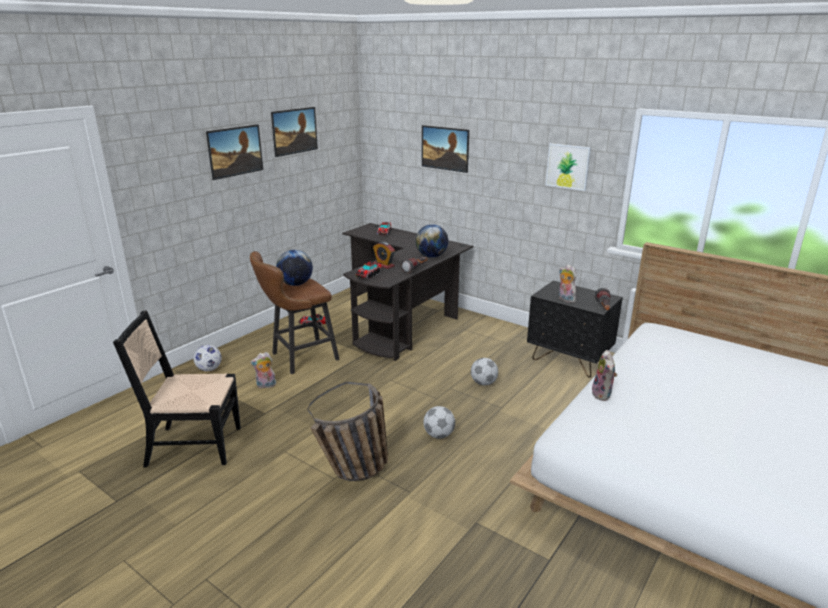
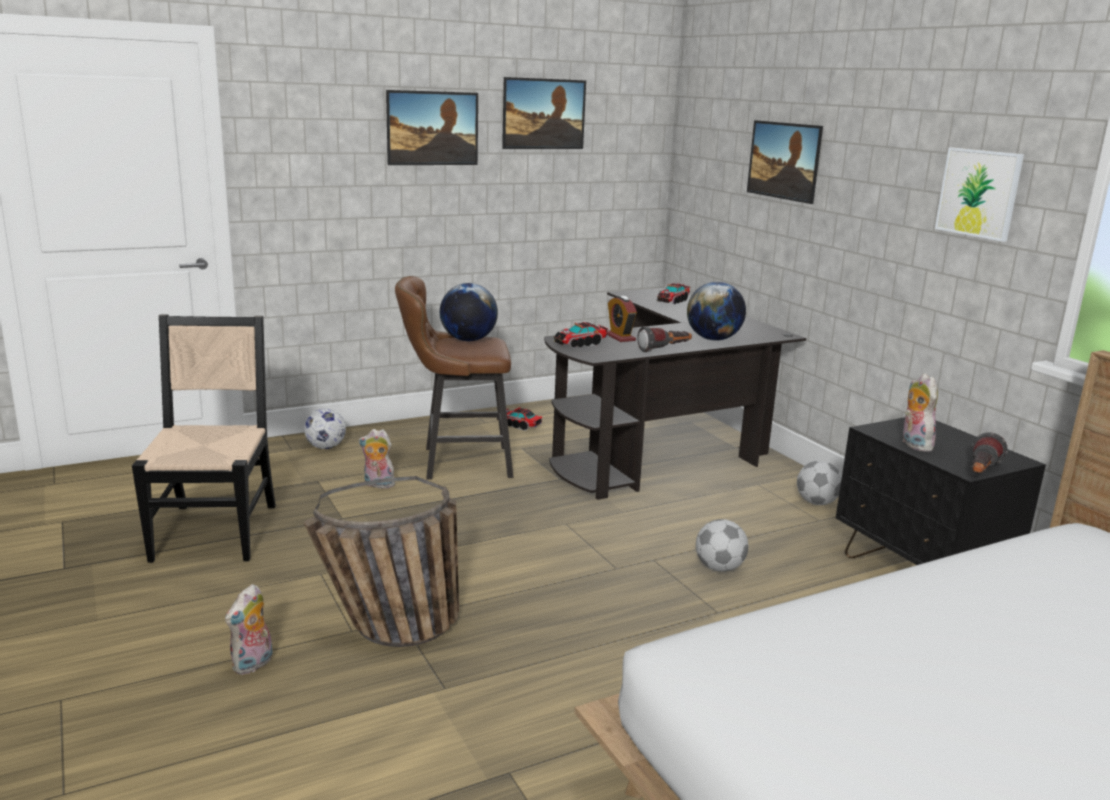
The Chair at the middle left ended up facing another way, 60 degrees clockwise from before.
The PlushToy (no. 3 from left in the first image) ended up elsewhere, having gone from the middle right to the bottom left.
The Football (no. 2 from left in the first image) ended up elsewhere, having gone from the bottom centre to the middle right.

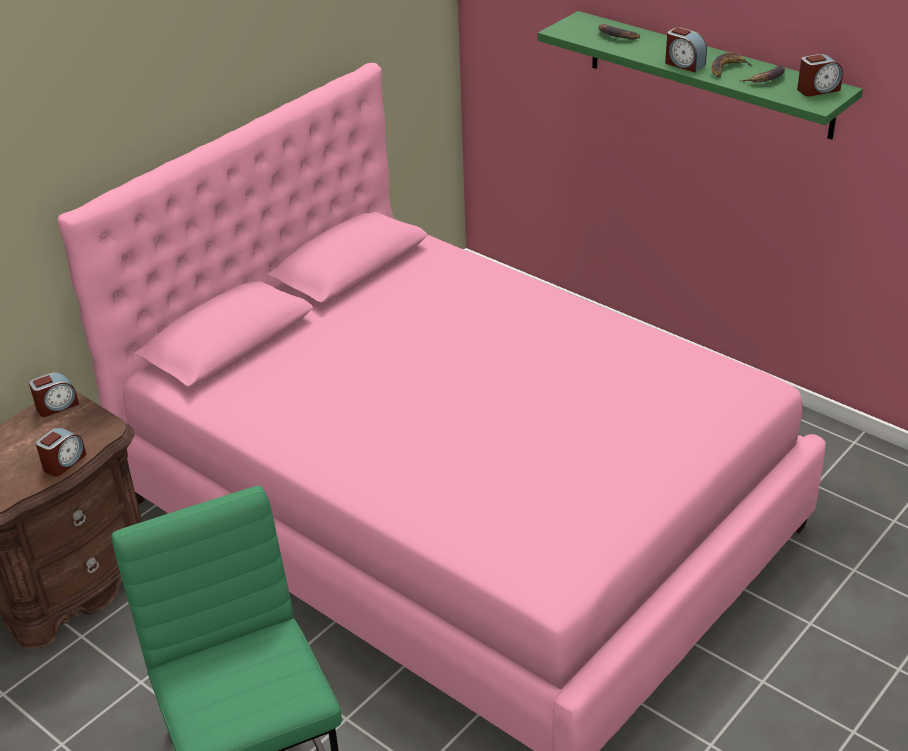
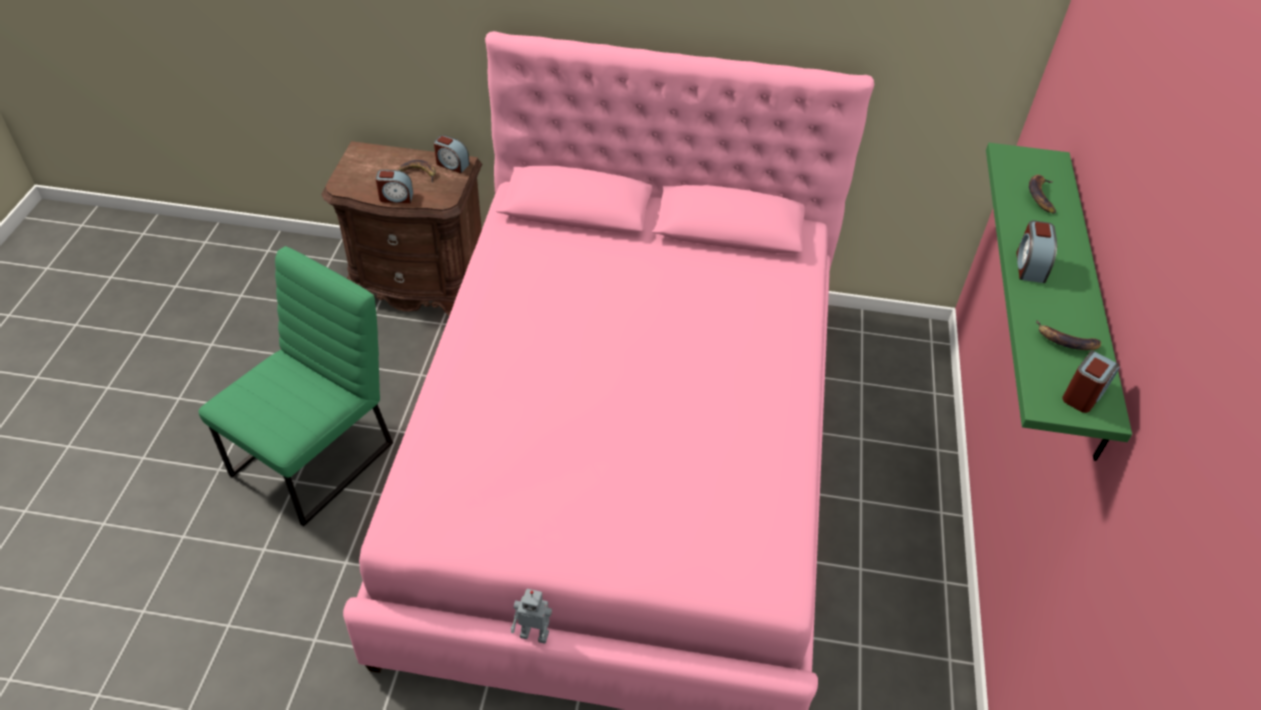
The Banana (no. 2 from left in the first image) ended up elsewhere, having gone from the top right to the top left.
The AlarmClock (no. 4 from left) at the top right ended up facing another way, 90 degrees counterclockwise from before.
The second view gained the ToyRobot at the bottom centre.

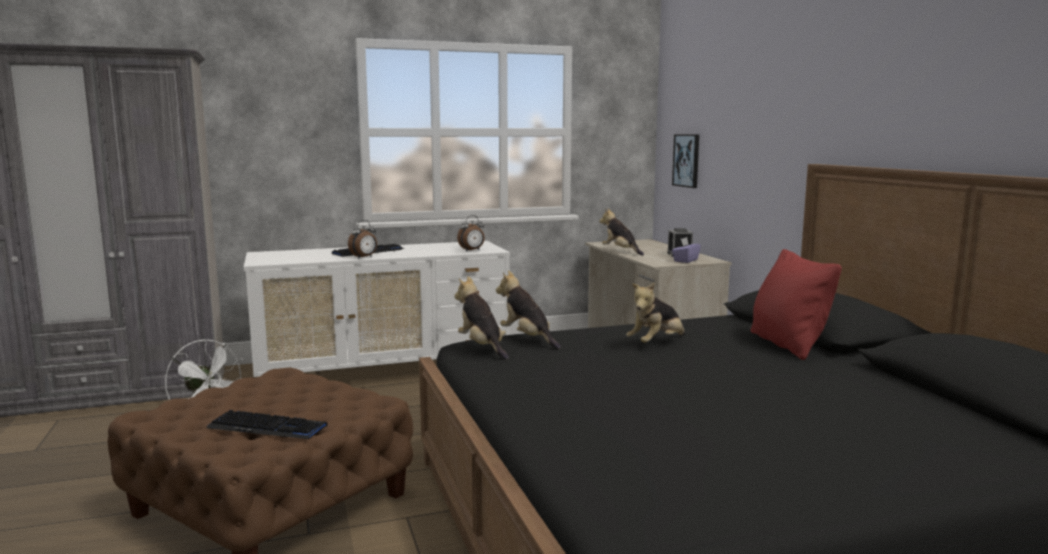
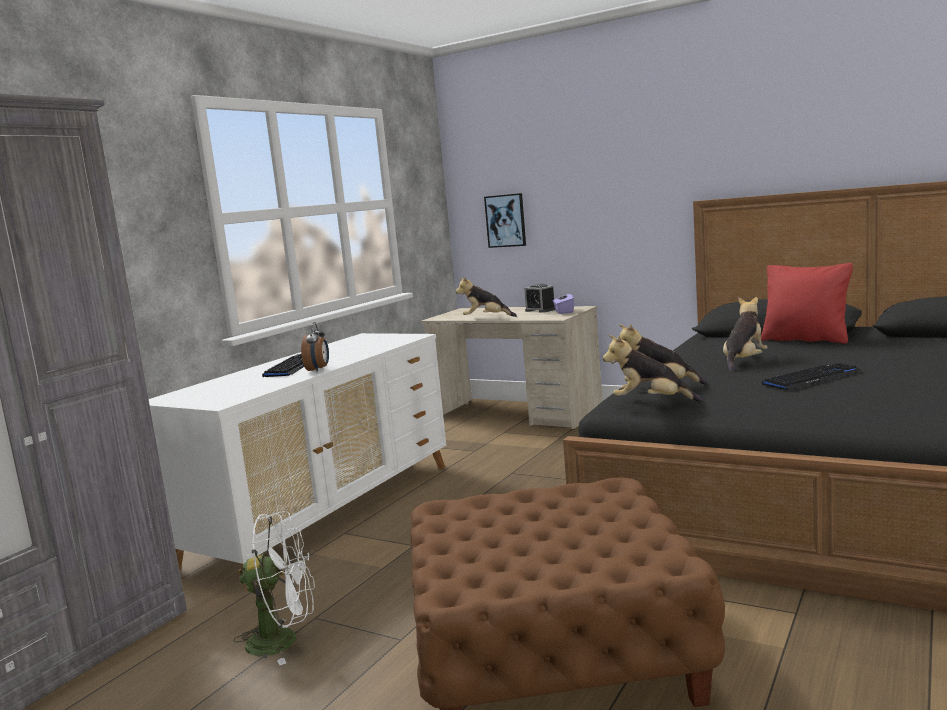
The second view lost the AlarmClock (no. 2 from left) at the centre.
The PlushToy (no. 4 from left) at the centre ended up facing another way, 150 degrees counterclockwise from before.
The Keyboard (no. 1 from left in the first image) ended up elsewhere, having gone from the bottom left to the middle right.

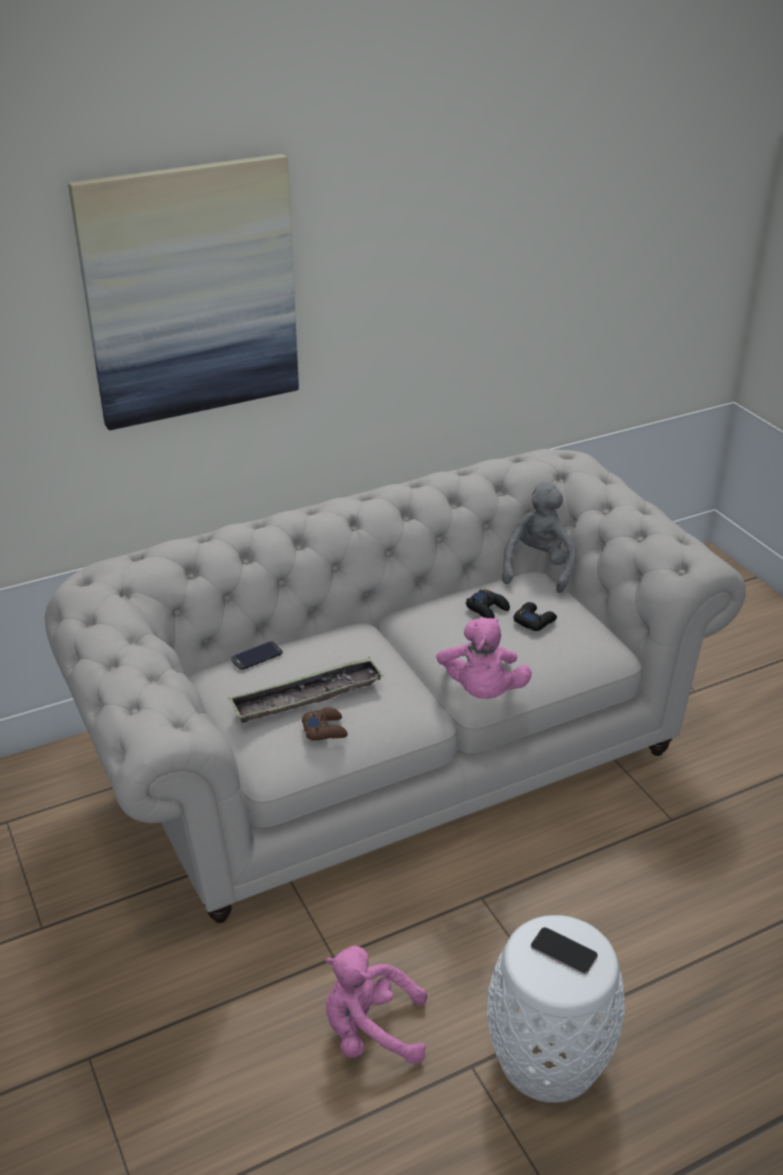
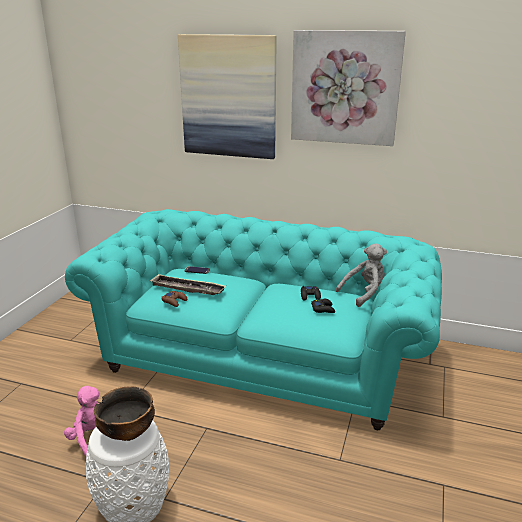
What was the WhiteSofa at the centre turned into the TurquoiseSofa at the centre.
The second view lost the PinkPlushToy (no. 2 from left) at the centre.
Where the Phone (no. 2 from left) stood at the bottom right, the Bowl came to stand at the bottom left.
The second view gained the Picture (no. 2 from left) at the top right.

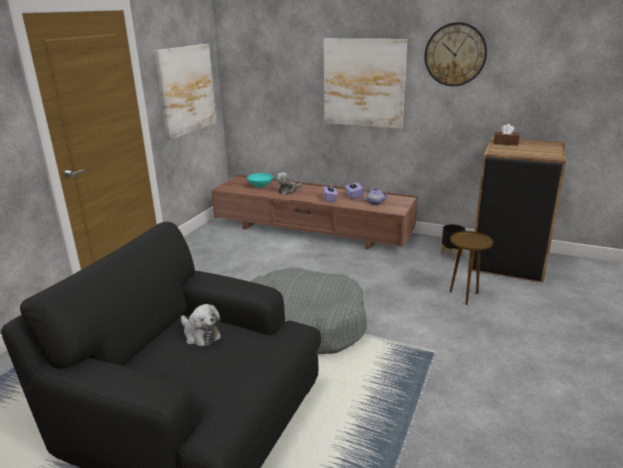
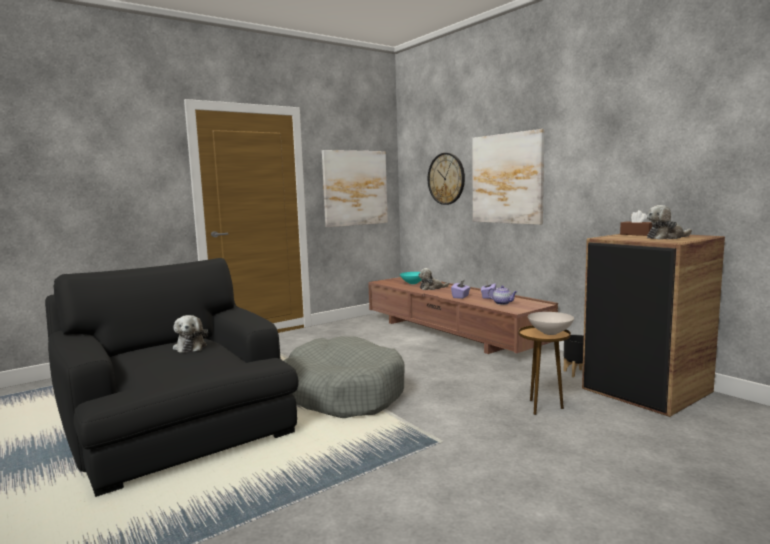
The WallClock ended up elsewhere, having gone from the top right to the top centre.
The second view gained the PlushToy (no. 3 from left) at the middle right.
The second view gained the WhiteBowl at the middle right.

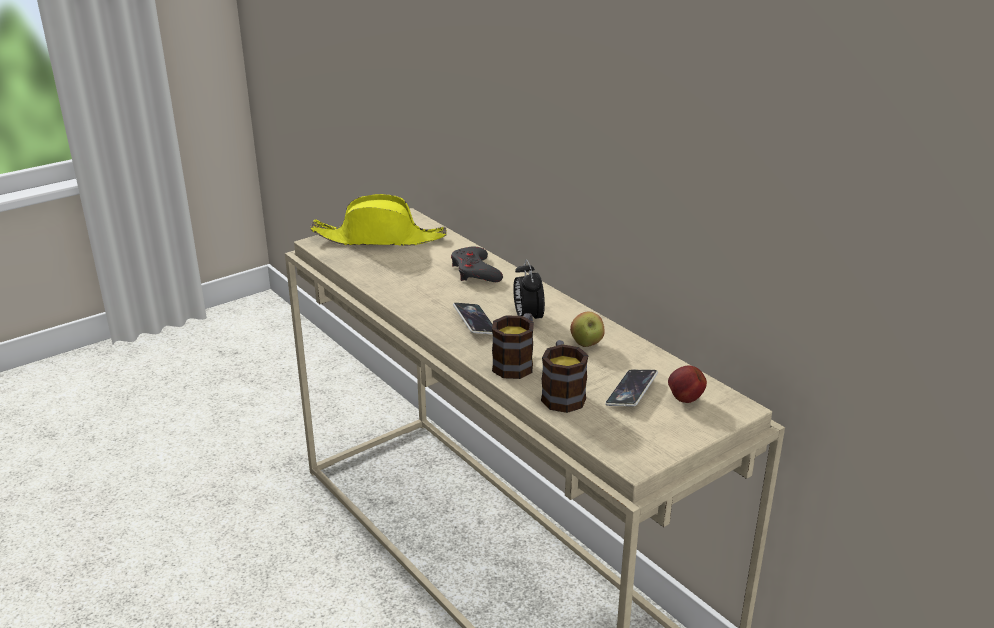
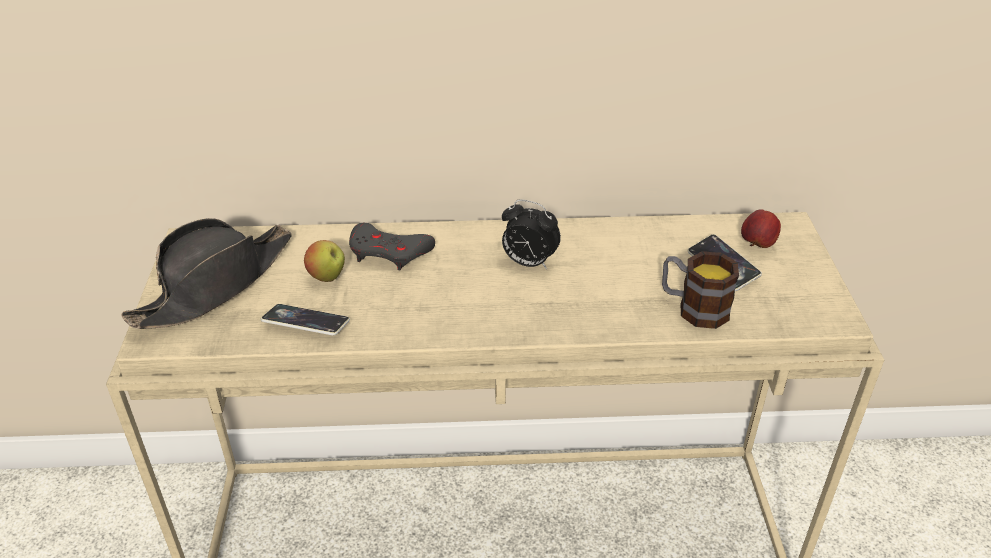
What was the YellowHat at the centre turned into the BlackHat at the middle left.
The Phone (no. 1 from left) ended up elsewhere, having gone from the centre to the middle left.
The Apple (no. 1 from left) ended up elsewhere, having gone from the centre to the middle left.
The second view lost the Mug (no. 1 from left) at the centre.

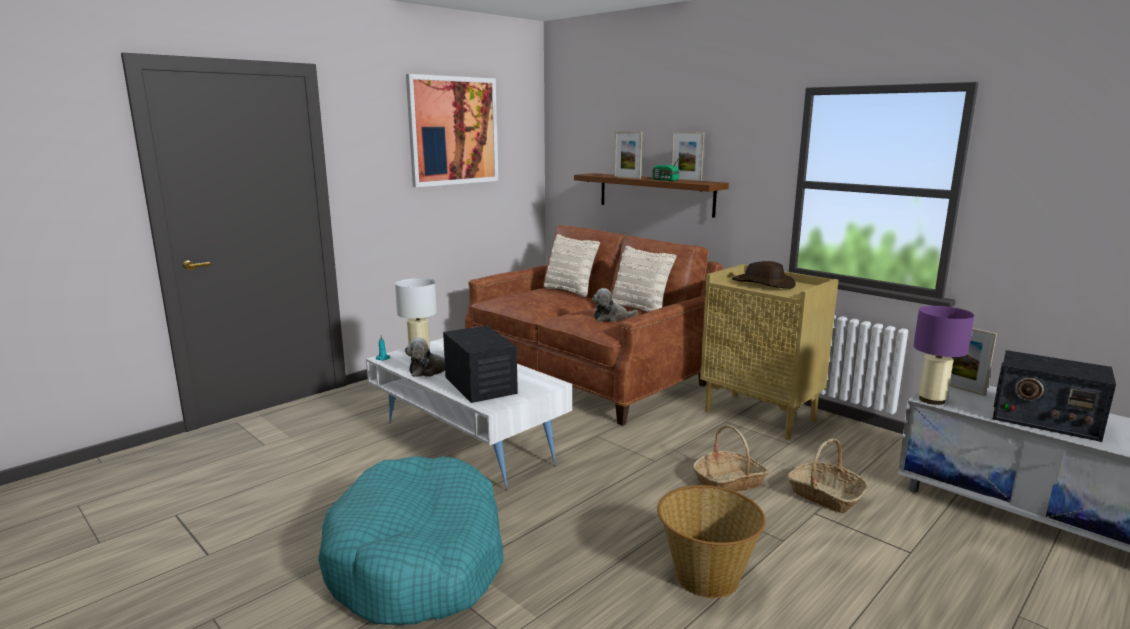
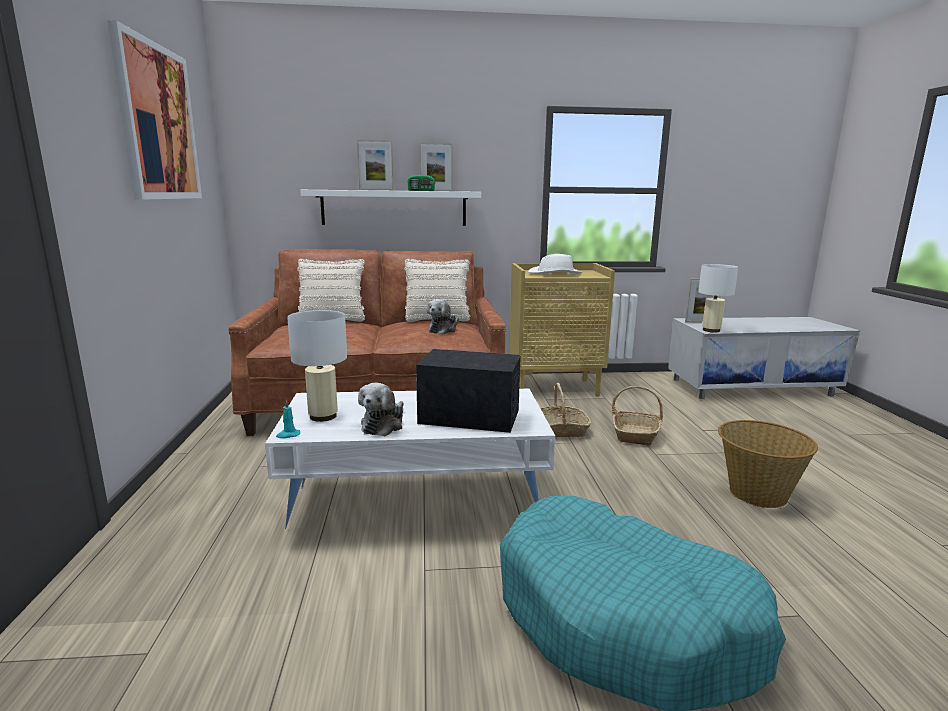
What was the BrownShelf at the top centre turned into the WhiteShelf at the top centre.
What was the BrownHat at the middle right turned into the WhiteHat at the centre.
What was the PurpleTableLamp at the middle right turned into the WhiteTableLamp (no. 2 from left) at the middle right.
The second view lost the Radio (no. 3 from left) at the middle right.
The Basket (no. 3 from left in the first image) ended up elsewhere, having gone from the bottom right to the centre.

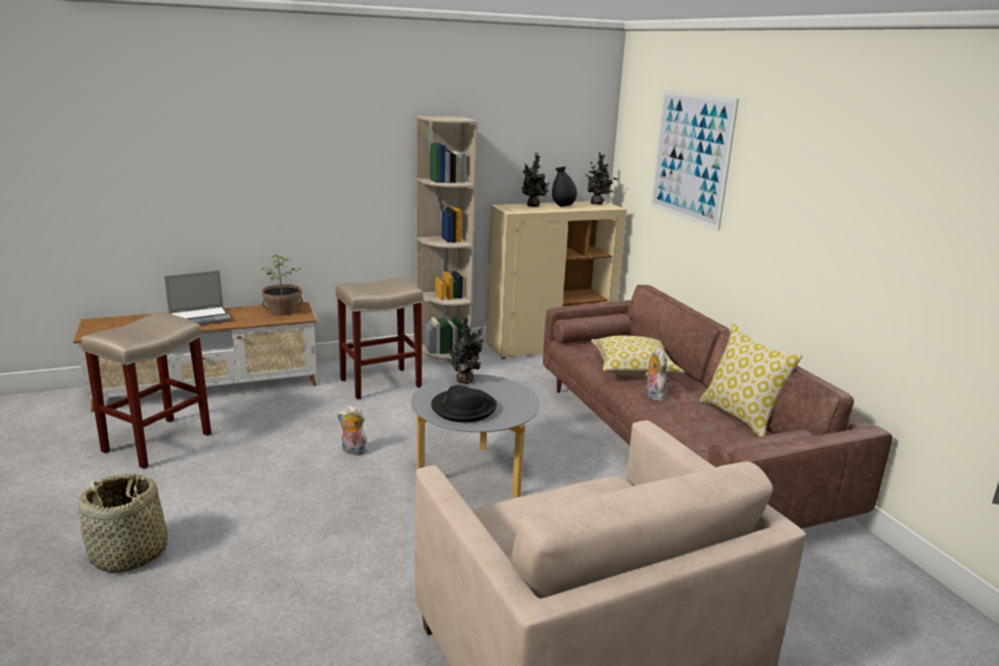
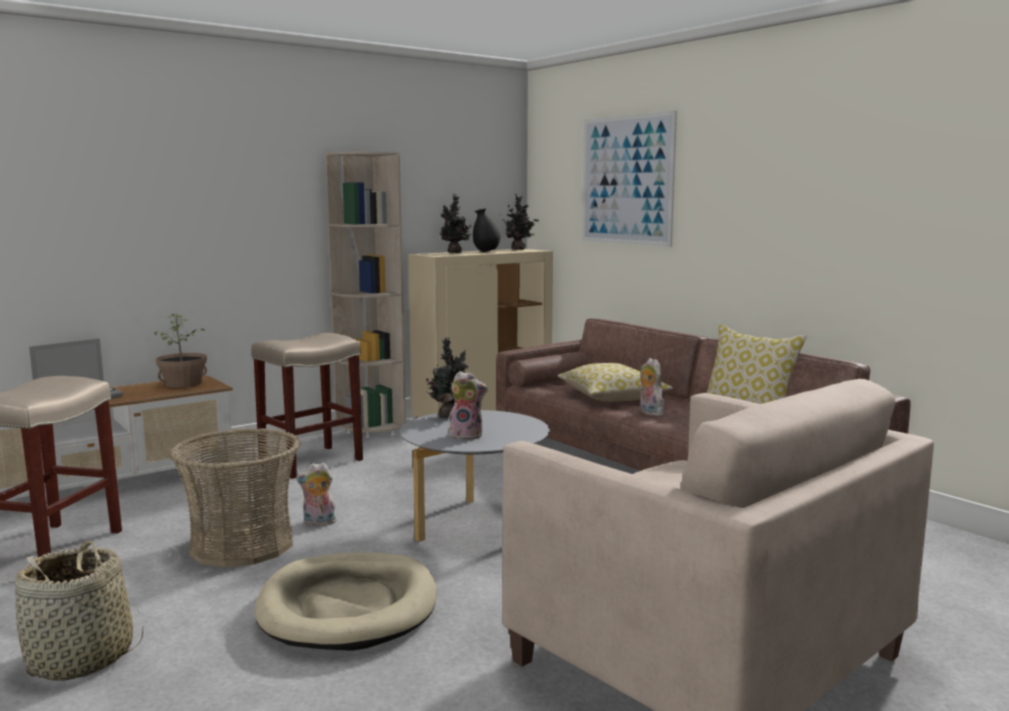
Where the BlackHat stood at the centre, the PlushToy (no. 2 from left) came to stand at the centre.
The second view gained the Basket (no. 2 from left) at the bottom left.
The second view gained the BeigeDogBed at the bottom centre.

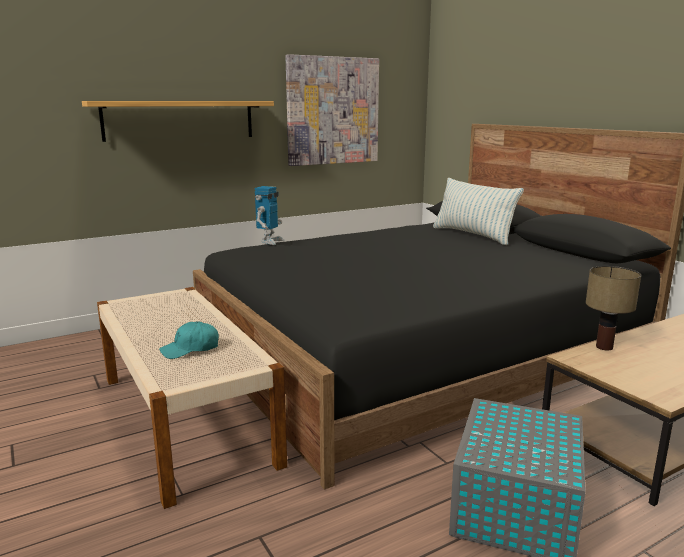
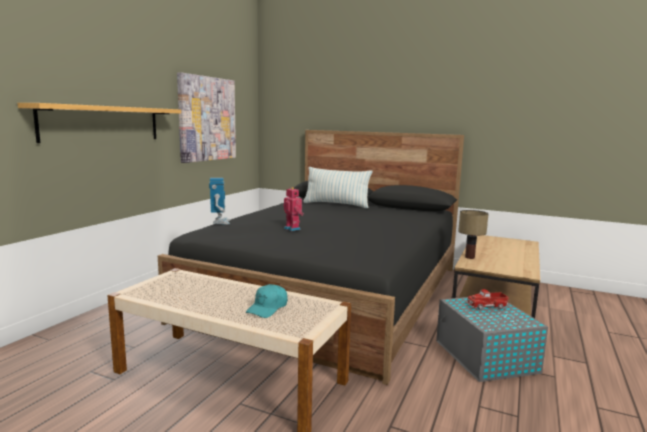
The second view gained the ToyRobot (no. 2 from left) at the centre.
The second view gained the ToyTruck at the bottom right.

